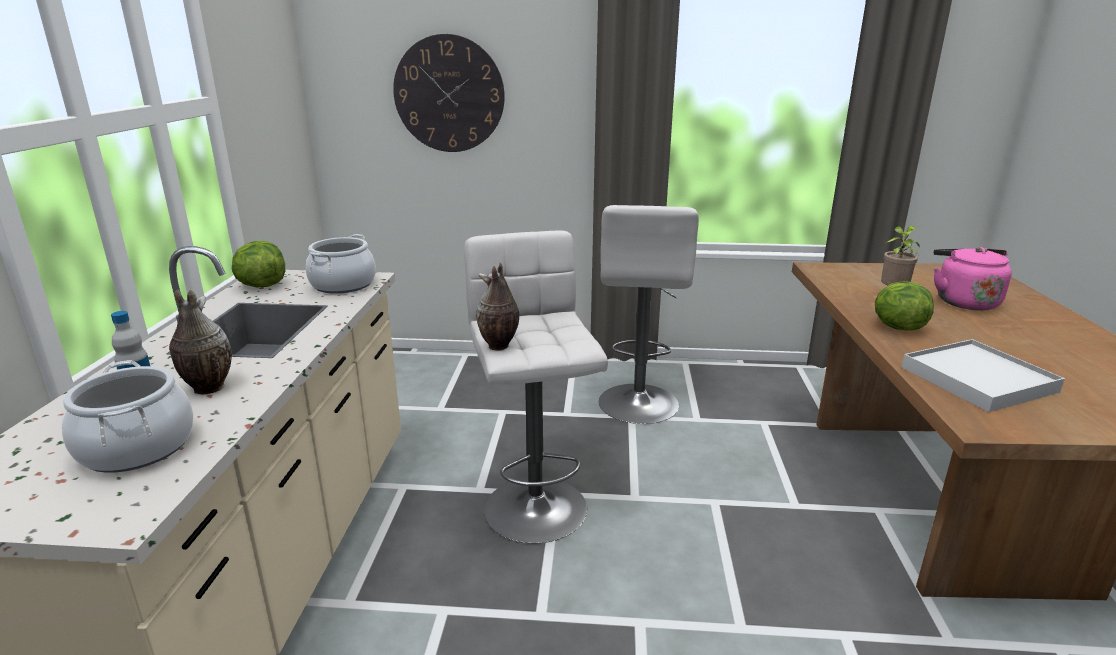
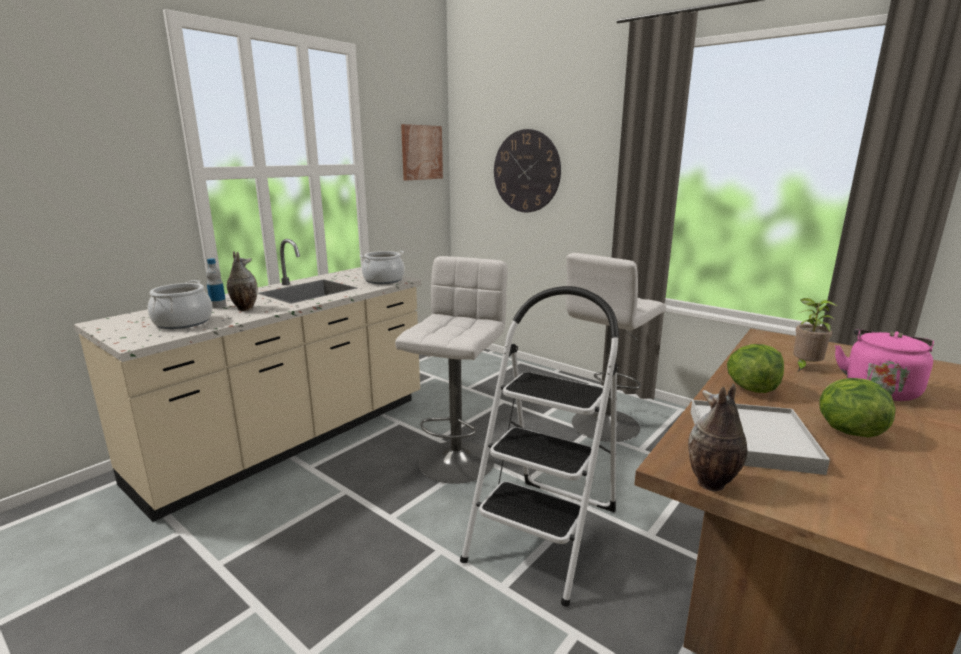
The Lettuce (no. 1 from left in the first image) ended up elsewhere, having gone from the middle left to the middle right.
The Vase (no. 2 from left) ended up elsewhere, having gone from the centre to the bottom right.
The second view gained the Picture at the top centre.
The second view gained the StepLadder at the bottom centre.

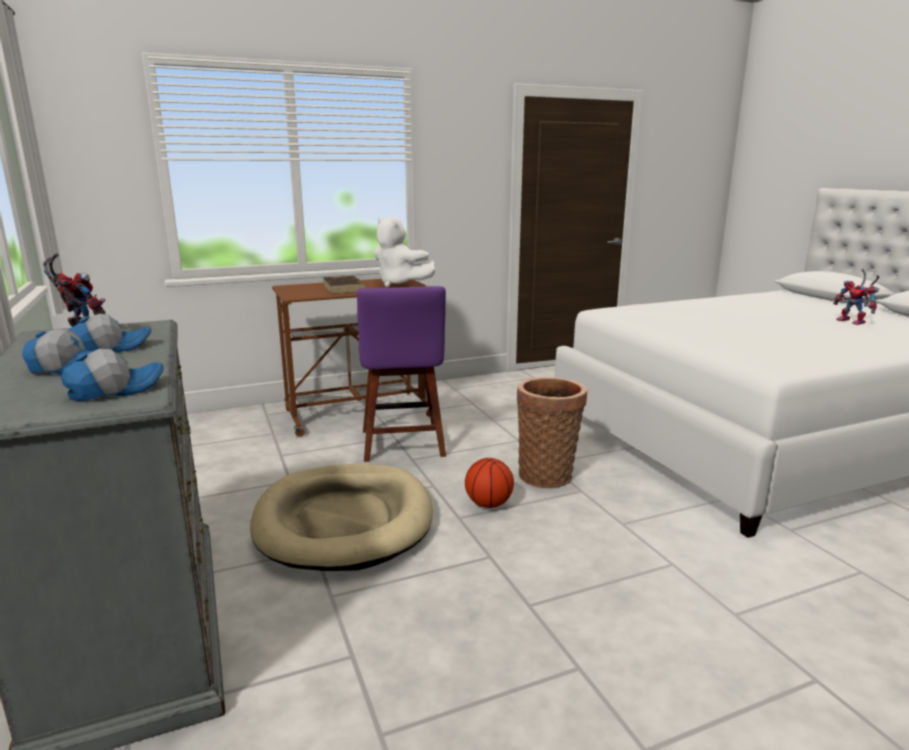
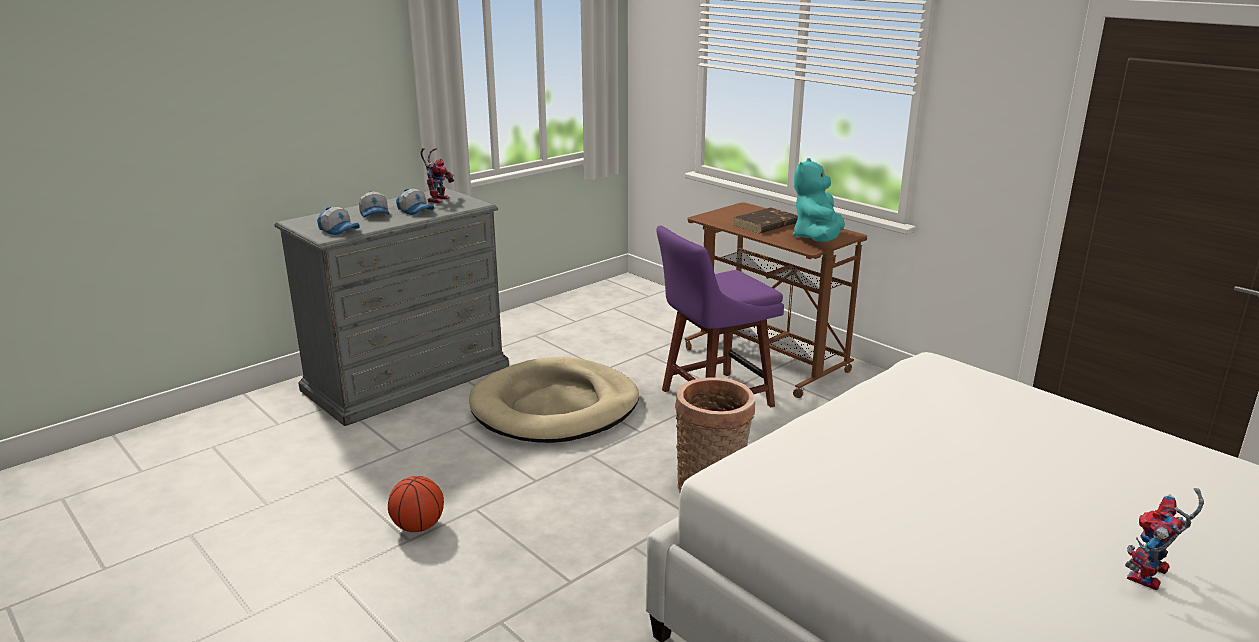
What was the WhitePlushToy at the centre turned into the TurquoisePlushToy at the top centre.
The Basketball ended up elsewhere, having gone from the centre to the bottom left.

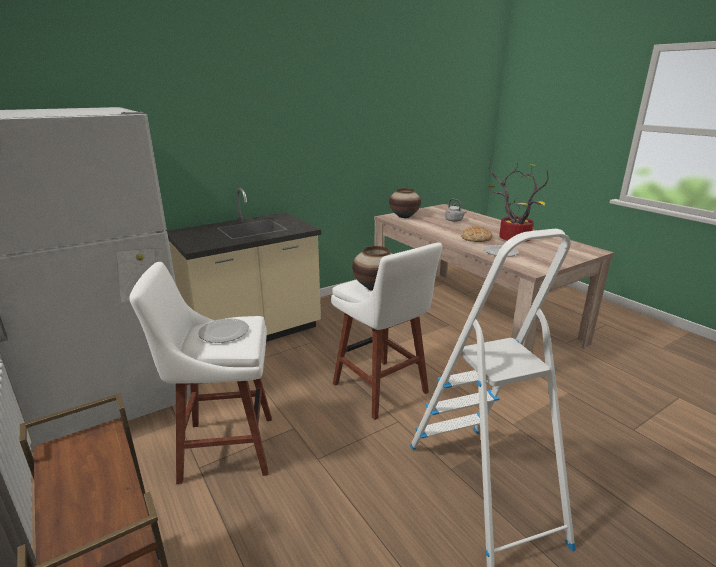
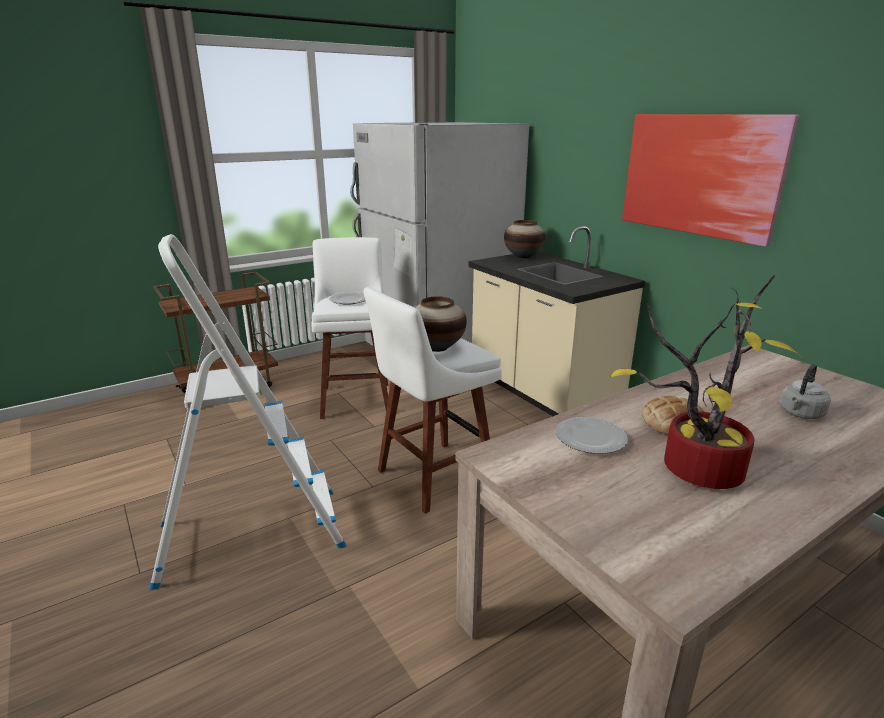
The Vase (no. 2 from left) ended up elsewhere, having gone from the centre to the top centre.
The second view gained the Picture at the top right.

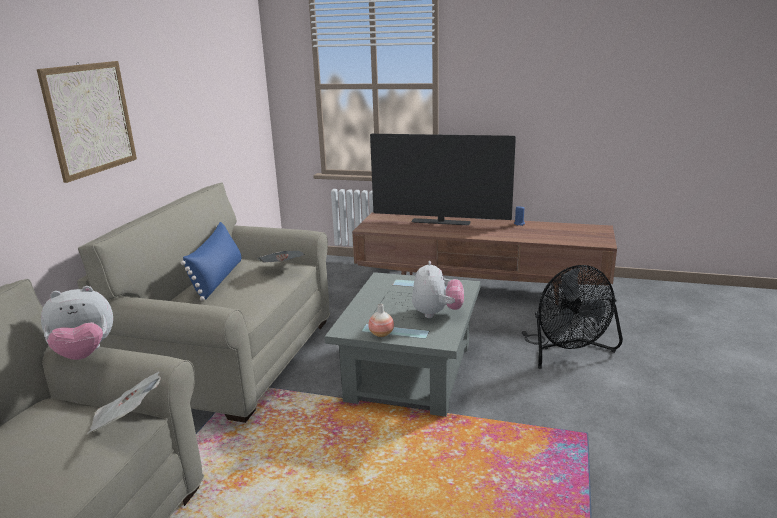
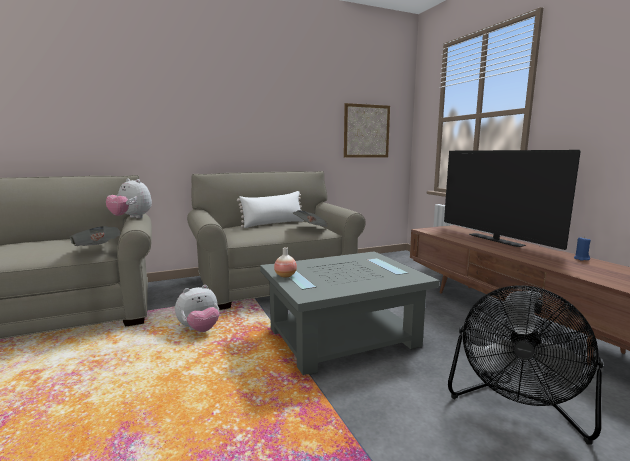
The Picture ended up elsewhere, having gone from the top left to the top centre.
What was the BluePillow at the middle left turned into the WhitePillow at the centre.
The PlushToy (no. 2 from left) ended up elsewhere, having gone from the centre to the bottom left.

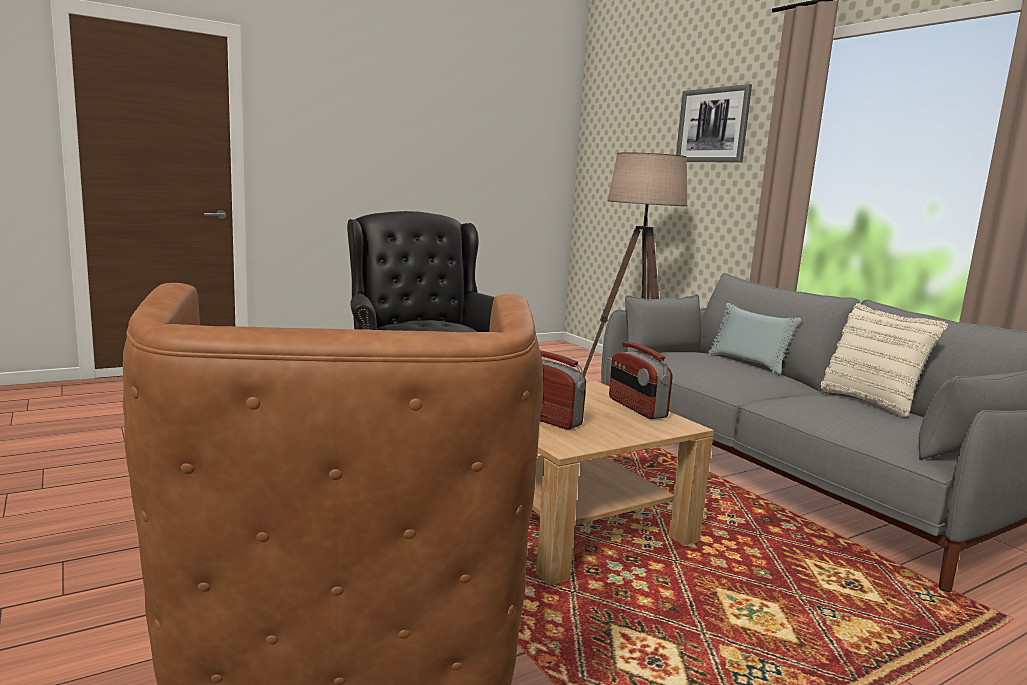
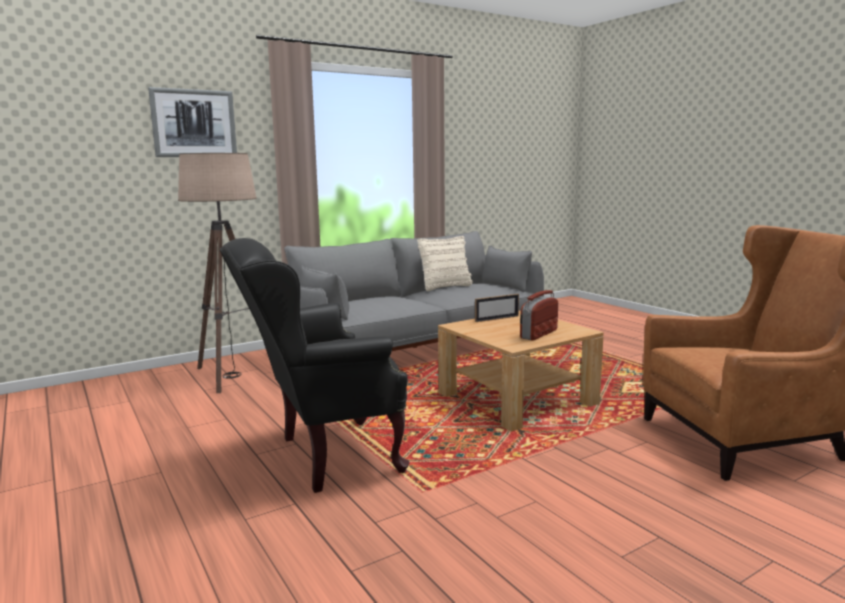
The second view lost the BluePillow at the middle right.
Where the Radio (no. 2 from left) stood at the centre, the PictureFrame came to stand at the centre.

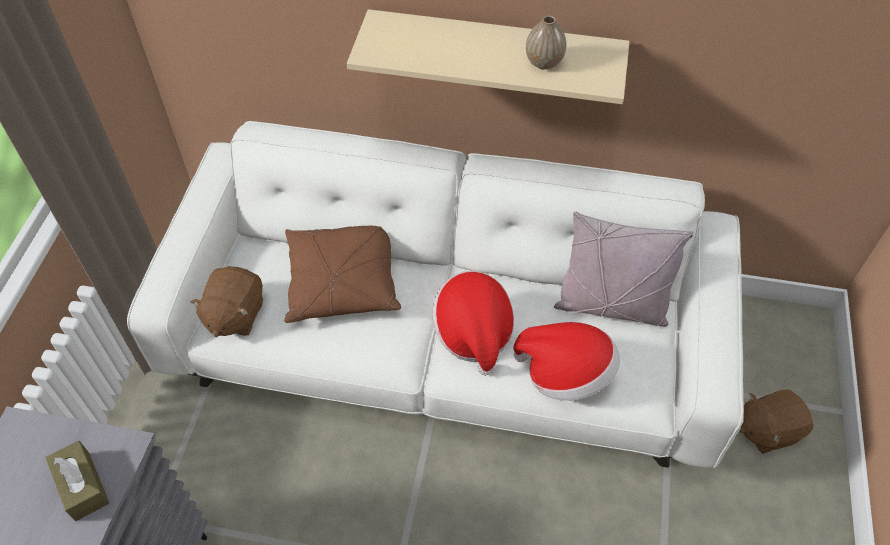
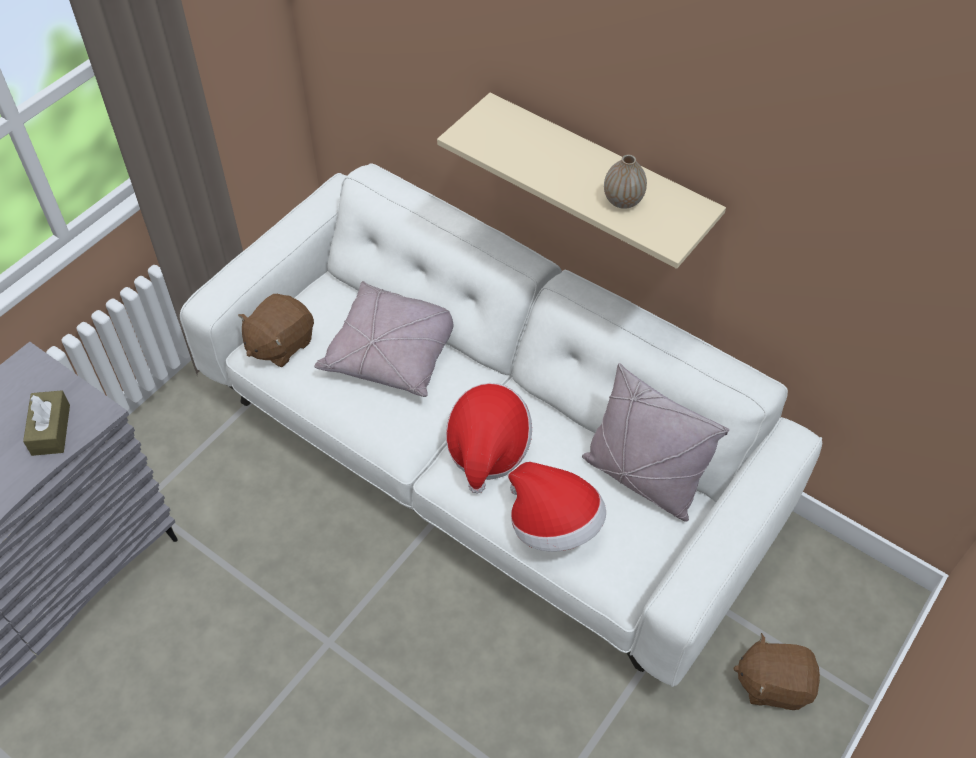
What was the BrownPillow at the centre turned into the PurplePillow (no. 1 from left) at the centre.

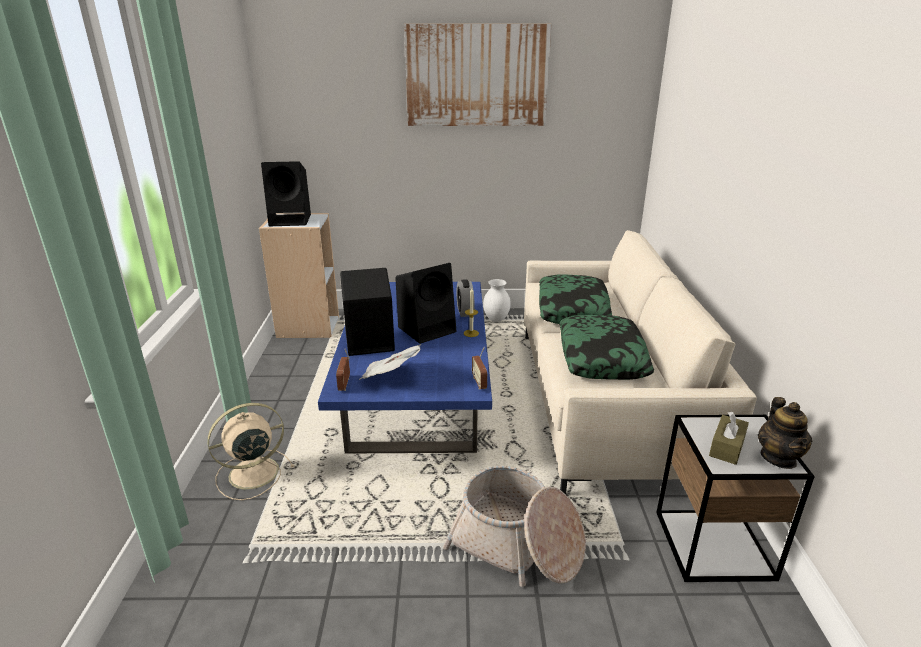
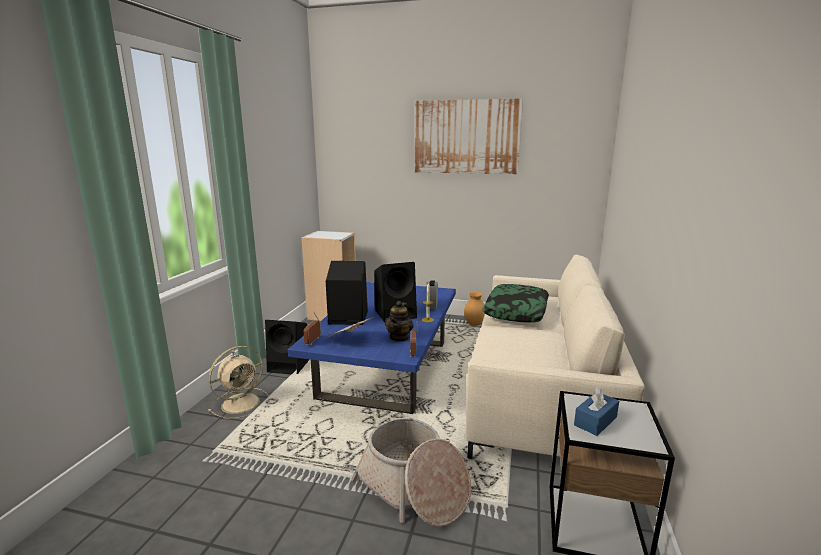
The BlackSpeaker (no. 1 from left) ended up elsewhere, having gone from the top left to the centre.
What was the WhiteVase at the centre turned into the BrownVase at the centre.
The second view lost the Pillow (no. 2 from left) at the centre.
The Teapot ended up elsewhere, having gone from the bottom right to the centre.
The BeigeFan at the bottom left ended up facing another way, 150 degrees clockwise from before.
What was the BrownTissueBox at the bottom right turned into the BlueTissueBox at the bottom right.

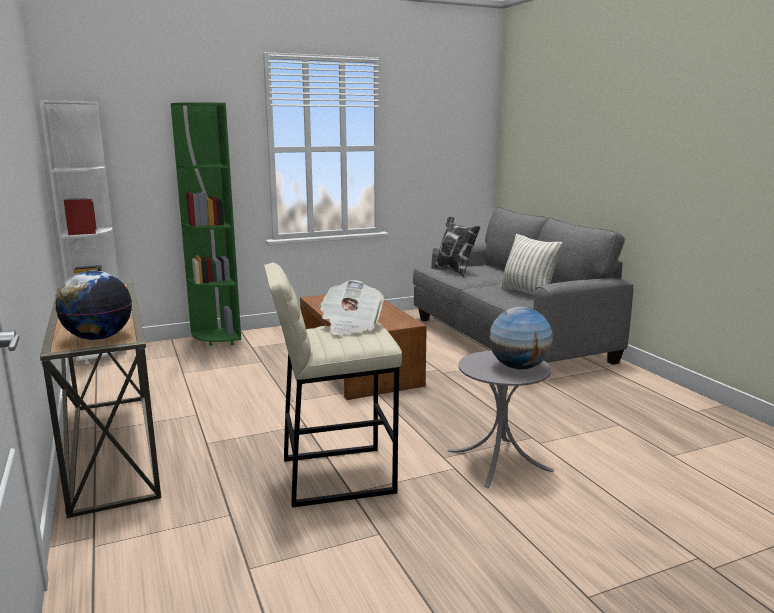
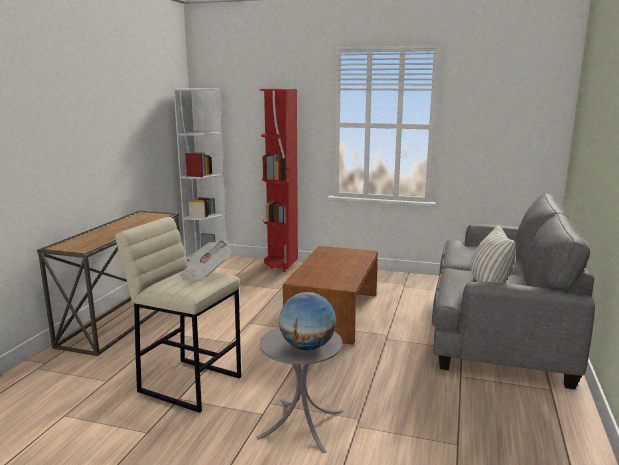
What was the GreenBookcase at the middle left turned into the RedBookcase at the centre.
The second view lost the Pillow (no. 1 from left) at the centre.
The second view lost the Globe (no. 1 from left) at the middle left.

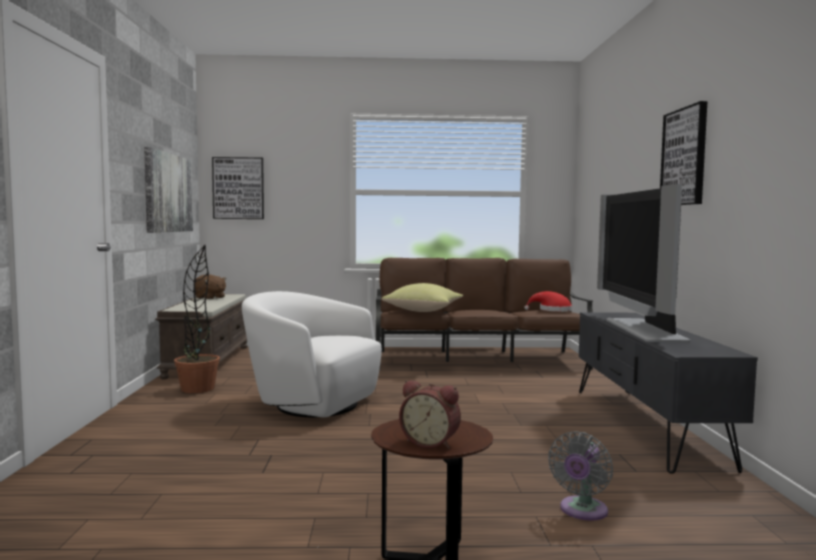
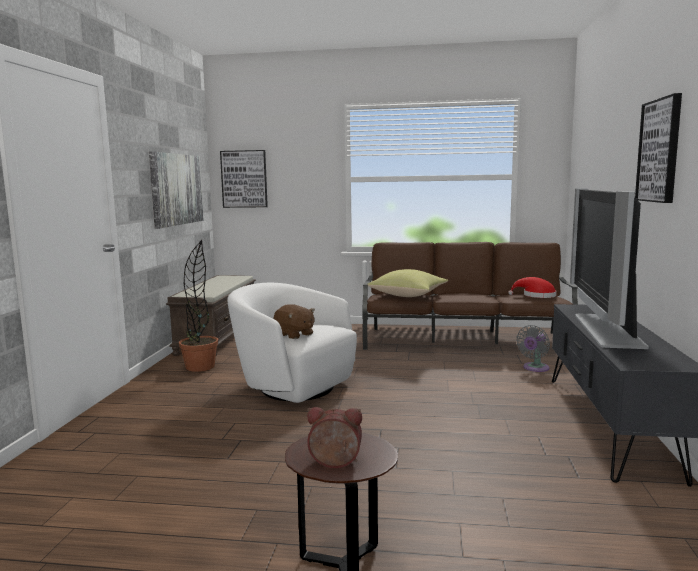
The BrownPlushToy ended up elsewhere, having gone from the middle left to the centre.
The AlarmClock at the bottom centre ended up facing another way, 150 degrees clockwise from before.
The GreyFan ended up elsewhere, having gone from the bottom right to the middle right.

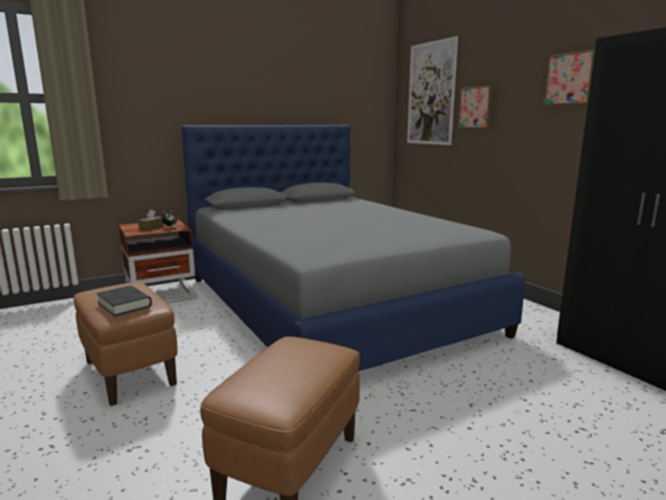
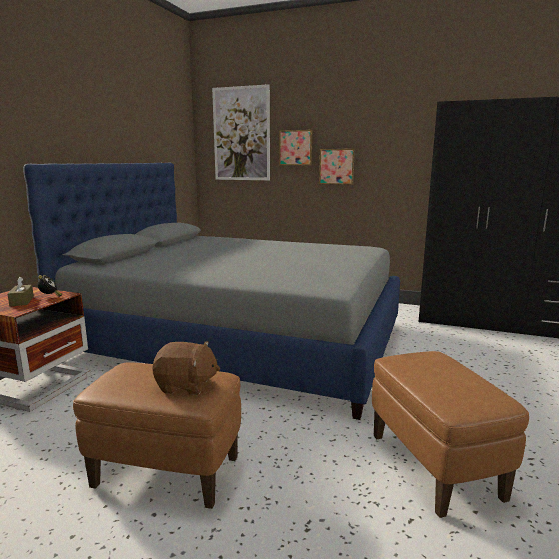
The Picture (no. 3 from left) ended up elsewhere, having gone from the top right to the top centre.
Where the BlackBook stood at the middle left, the BrownPlushToy came to stand at the middle left.

